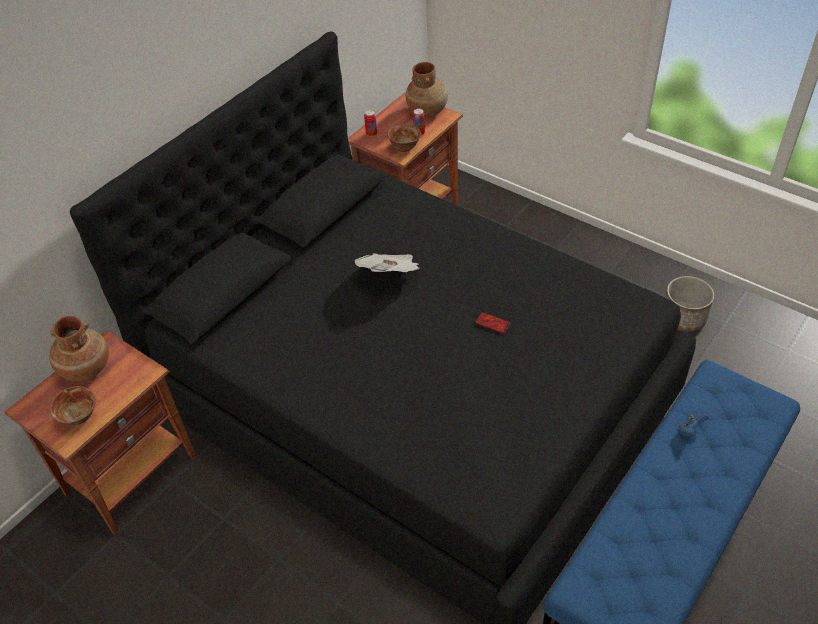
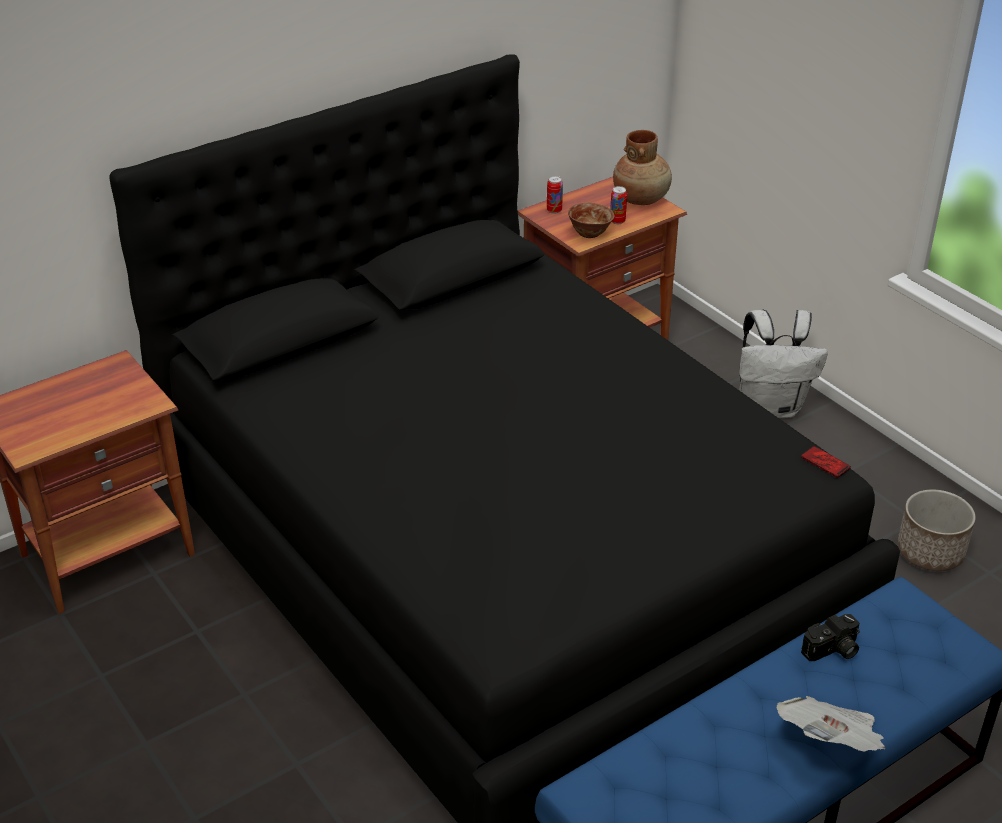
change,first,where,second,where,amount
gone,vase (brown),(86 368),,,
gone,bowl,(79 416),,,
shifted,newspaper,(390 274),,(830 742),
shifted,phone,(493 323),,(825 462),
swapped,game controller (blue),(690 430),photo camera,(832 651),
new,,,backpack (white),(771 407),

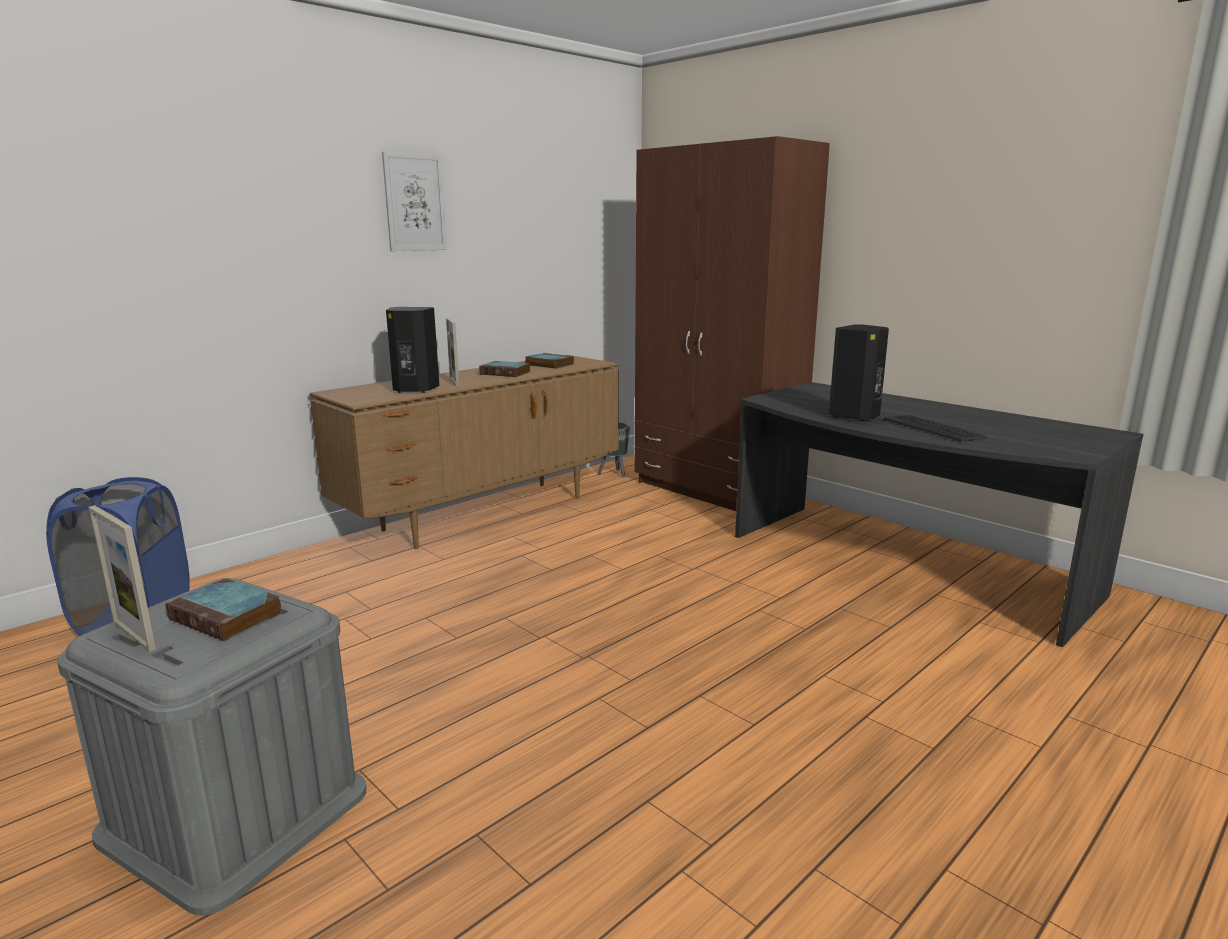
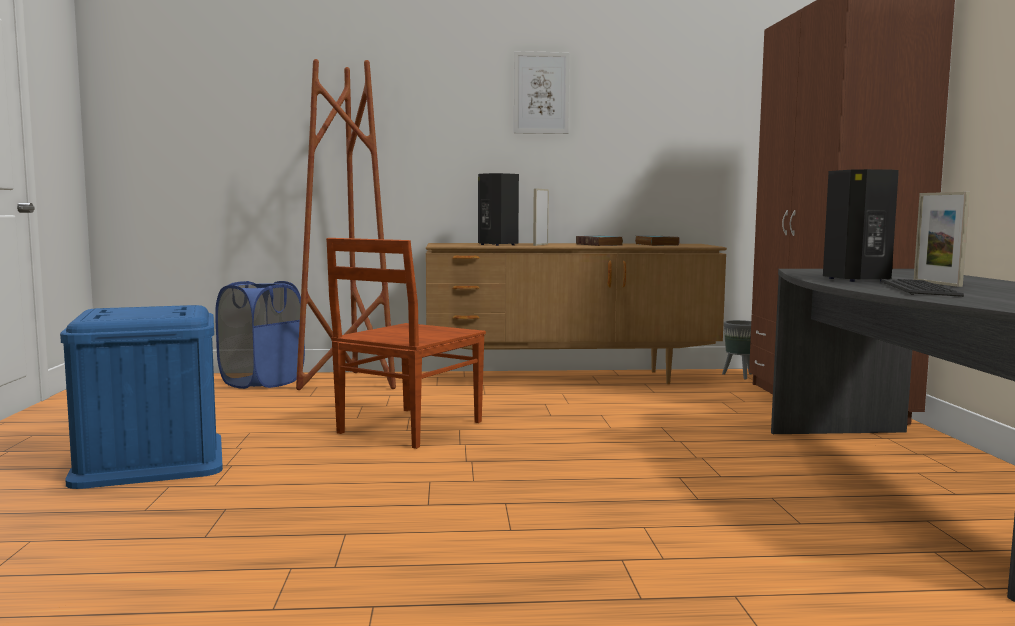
change,first,where,second,where,amount
repainted,storage box (grey),(236 813),storage box (blue),(150 460),
shifted,picture frame,(133 635),,(937 283),
gone,book,(228 616),,,
new,,,clothes rack (brown),(350 383),
new,,,chair (brown),(408 428),

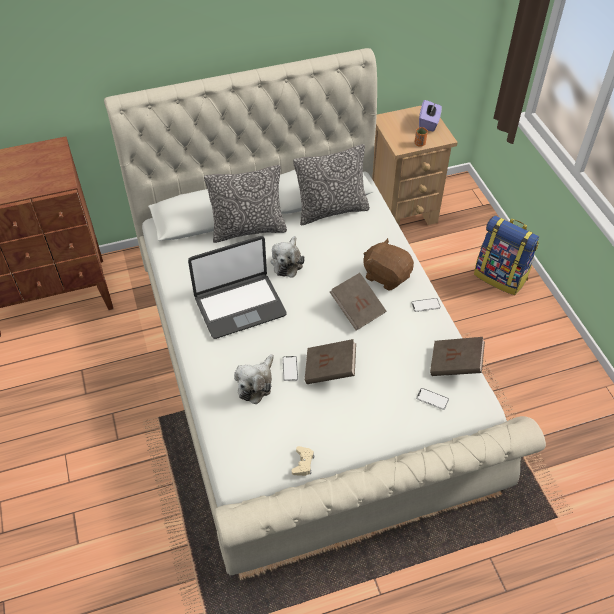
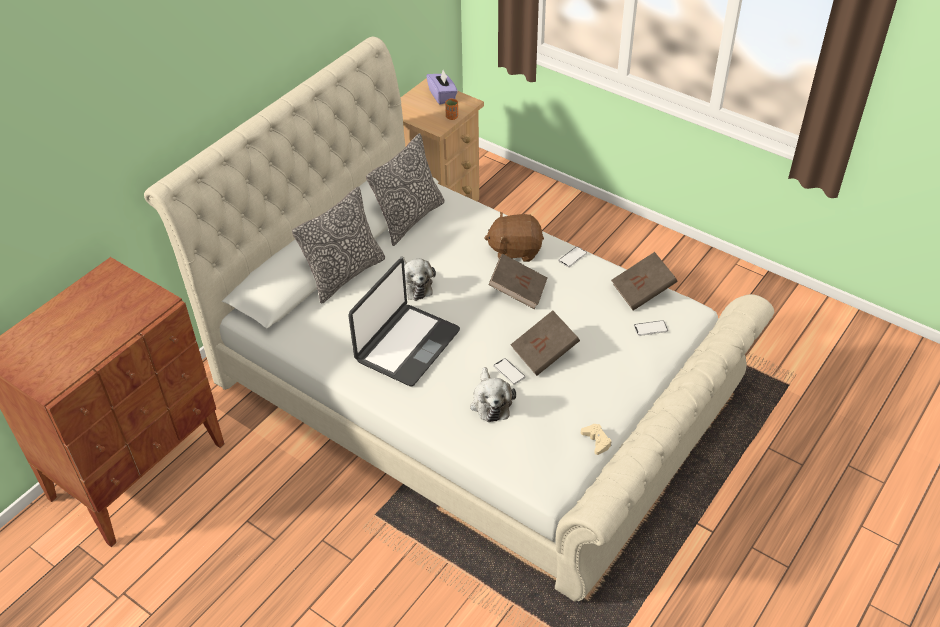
change,first,where,second,where,amount
gone,backpack,(501 277),,,

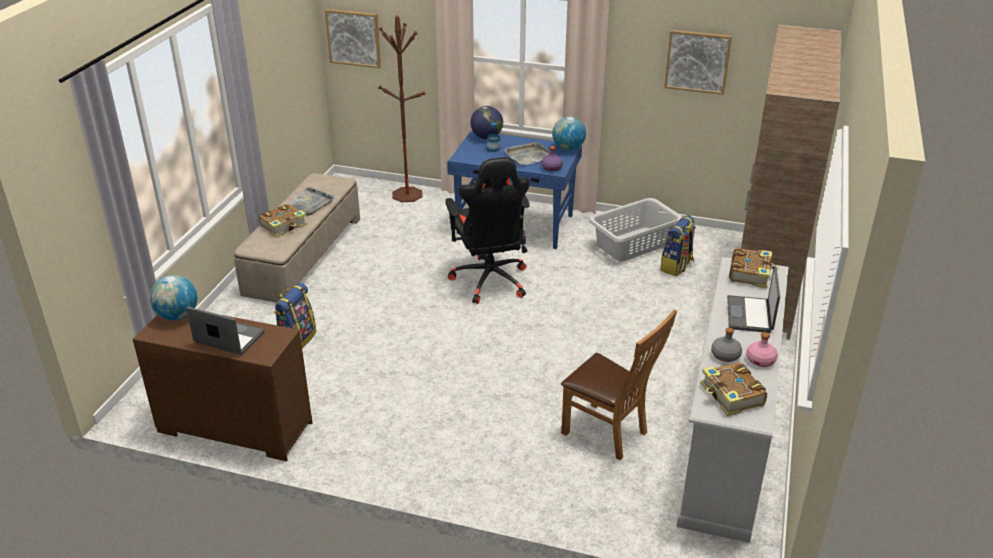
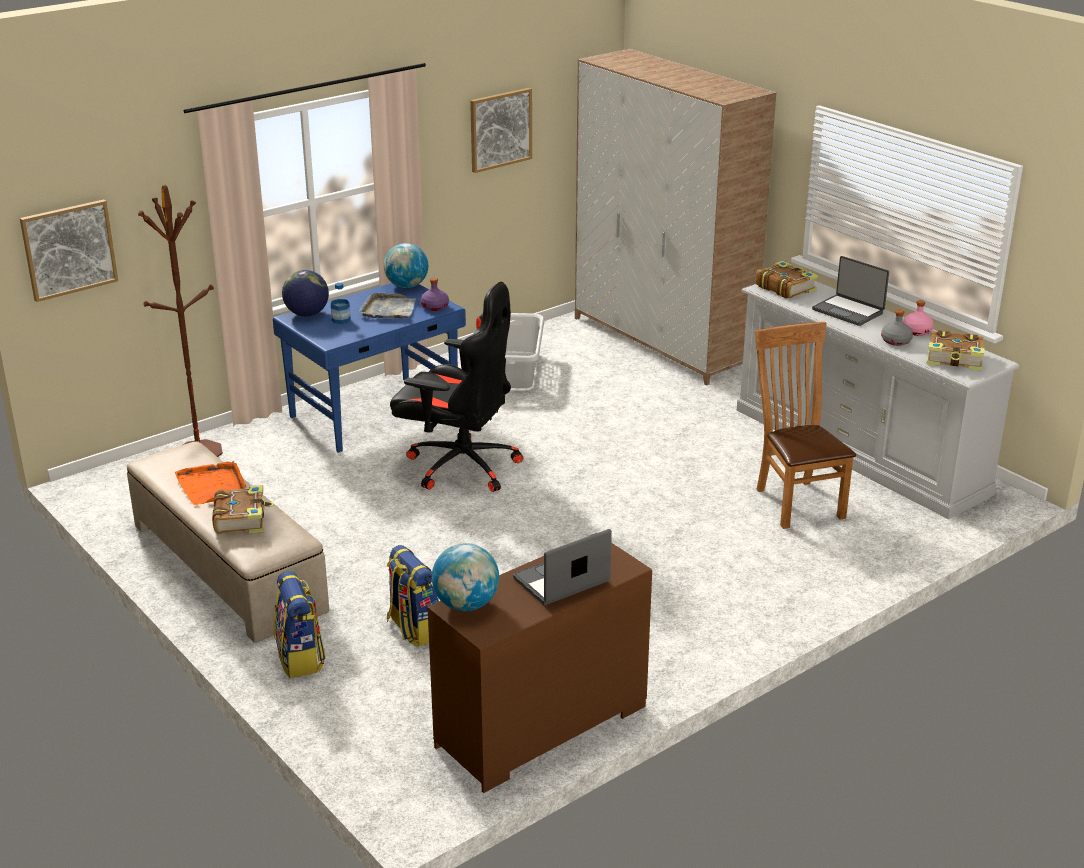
change,first,where,second,where,amount
repainted,tray (grey),(310 203),tray (orange),(212 486),
rotated,chair (brown),(609 434),,(795 501),90 degrees counterclockwise
shifted,backpack,(677 267),,(301 658),

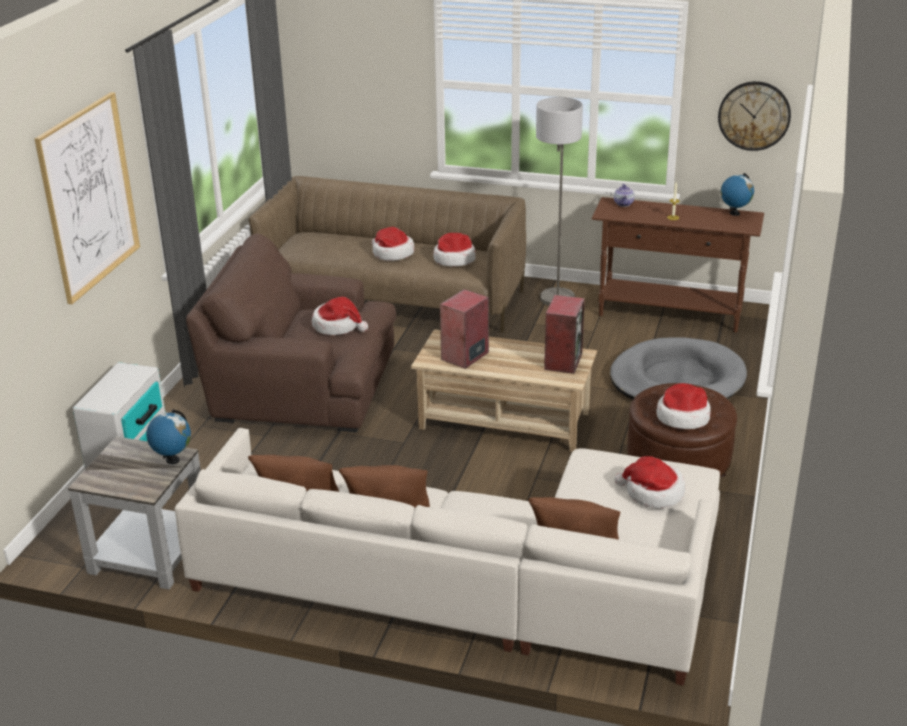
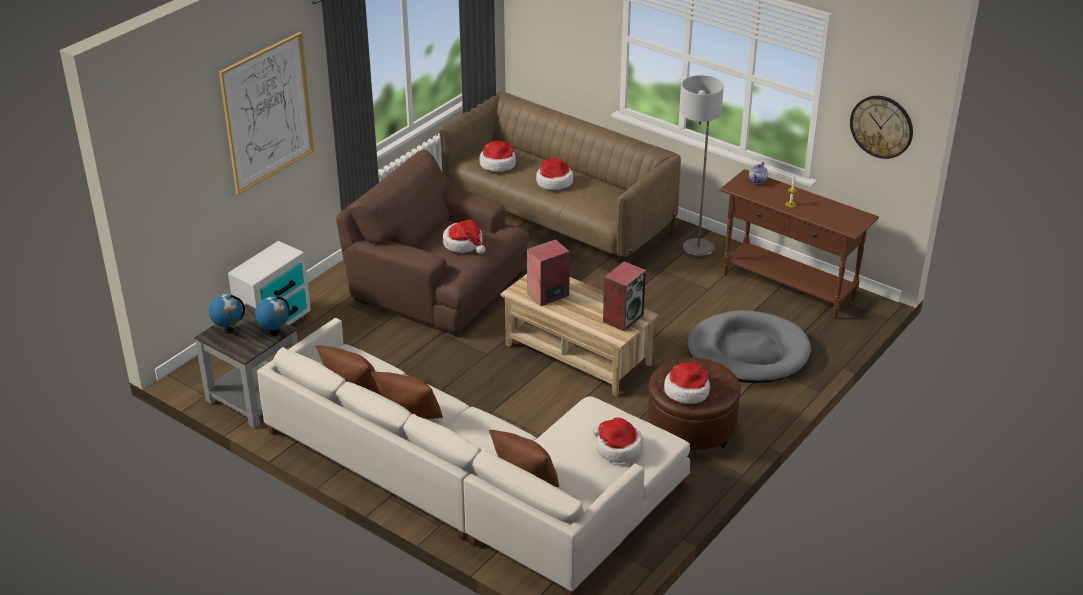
change,first,where,second,where,amount
shifted,hat,(454 259),,(498 164),
shifted,globe,(734 213),,(228 330),

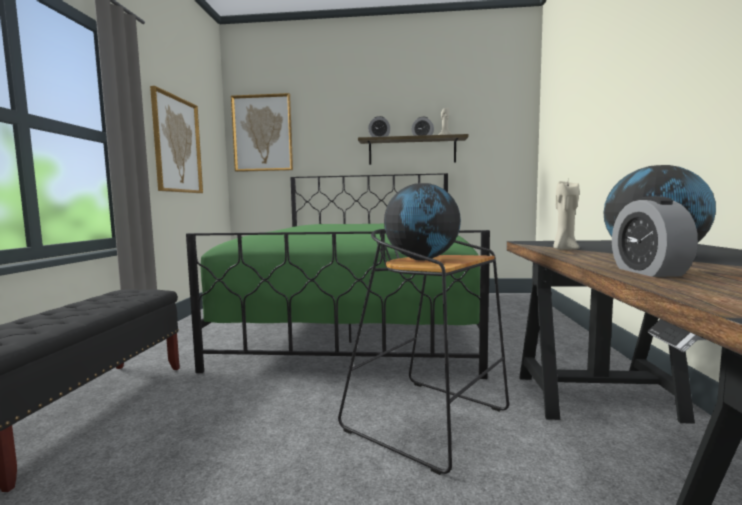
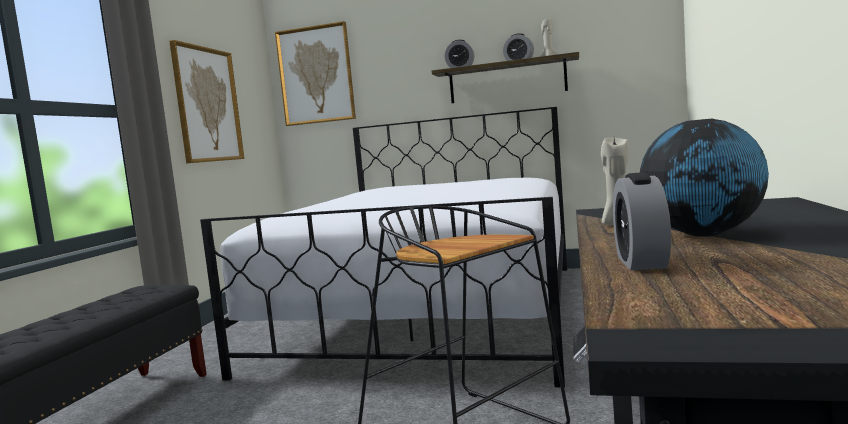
change,first,where,second,where,amount
repainted,bed (green),(359 321),bed (white),(434 312),
gone,globe,(422 259),,,

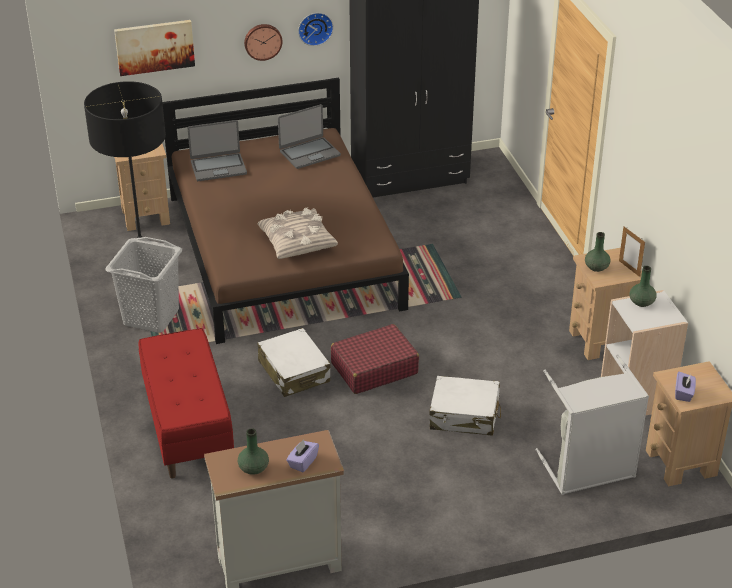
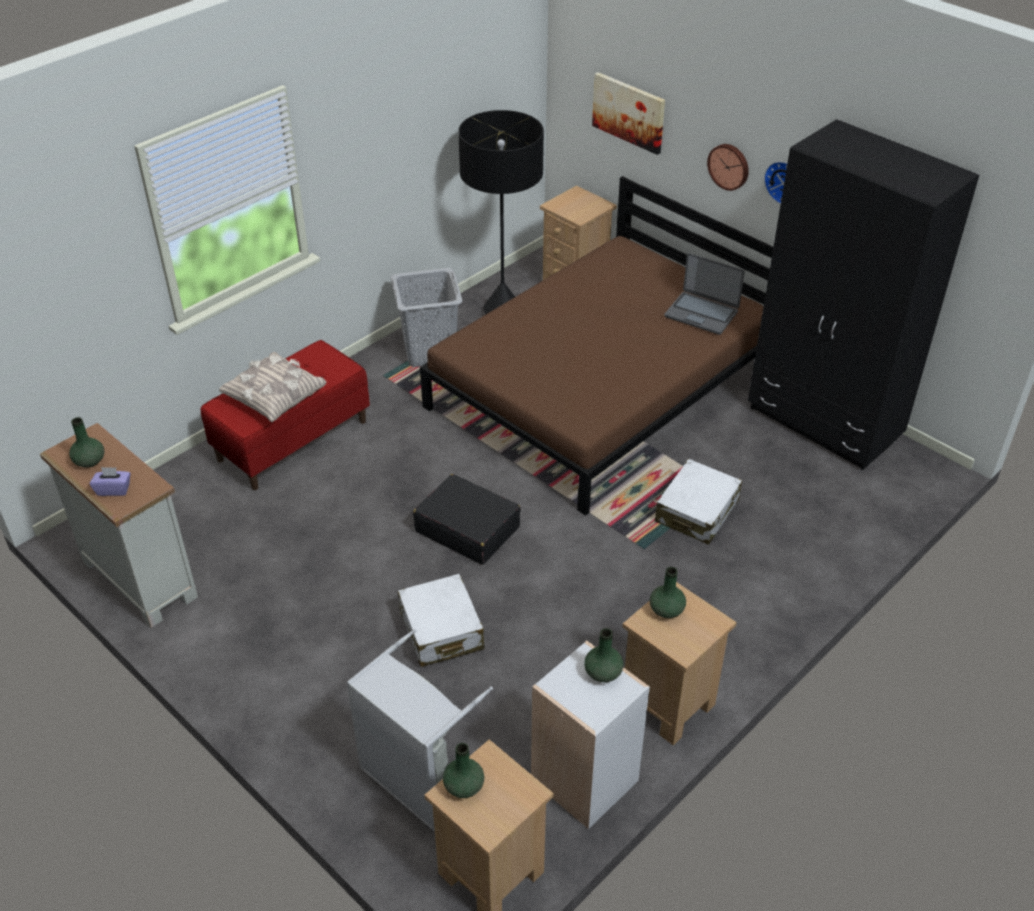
change,first,where,second,where,amount
gone,laptop,(218 167),,,
shifted,pillow (beige),(297 244),,(275 398),
shifted,suitcase (white),(294 372),,(697 511),
repainted,suitcase (red),(374 368),suitcase (black),(467 529),
gone,picture frame,(629 268),,,
swapped,tissue box (purple),(684 393),vase (green),(464 786),

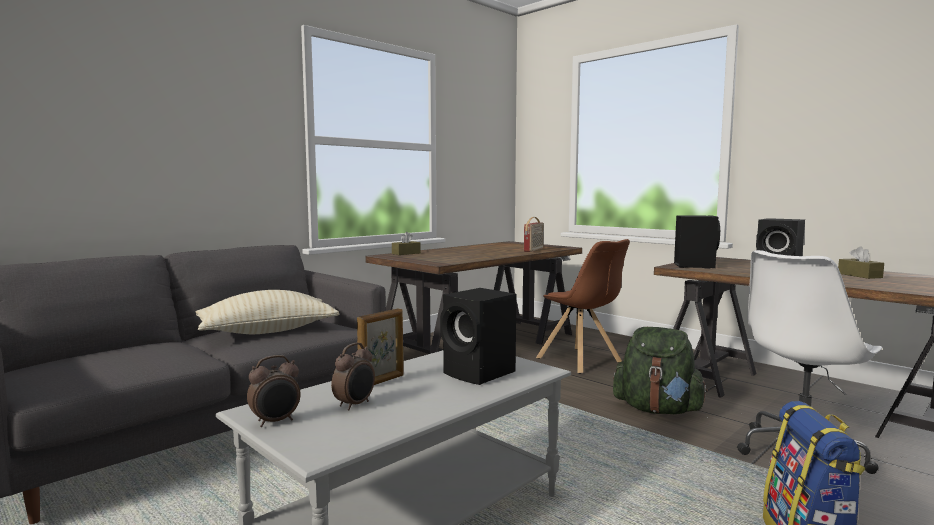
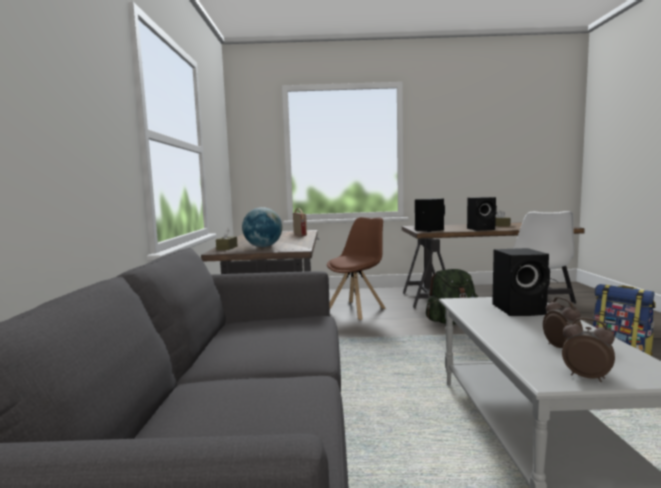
change,first,where,second,where,amount
gone,pillow (beige),(268 331),,,
rotated,alarm clock,(276 422),,(586 377),60 degrees counterclockwise
gone,picture frame,(382 381),,,
rotated,chair (brown),(581 361),,(357 309),60 degrees counterclockwise
new,,,globe,(263 247),

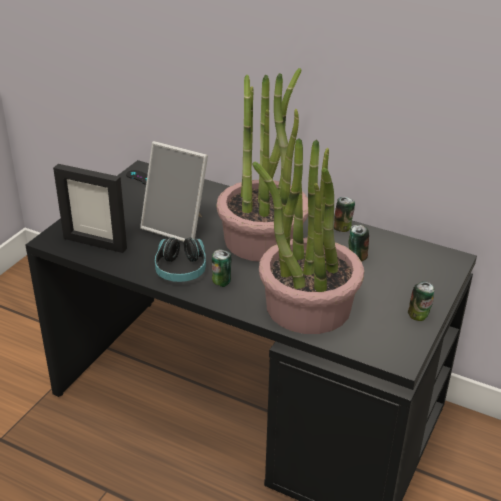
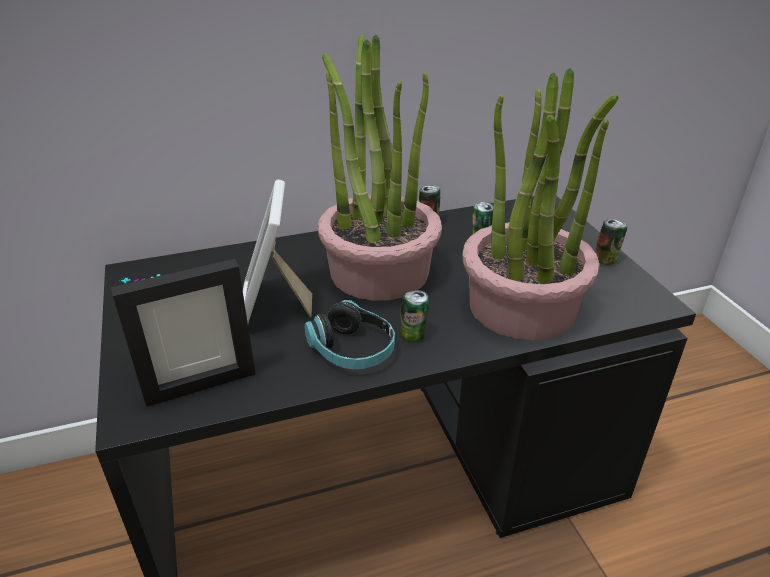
change,first,where,second,where,amount
rotated,picture frame,(177 226),,(273 308),105 degrees clockwise

